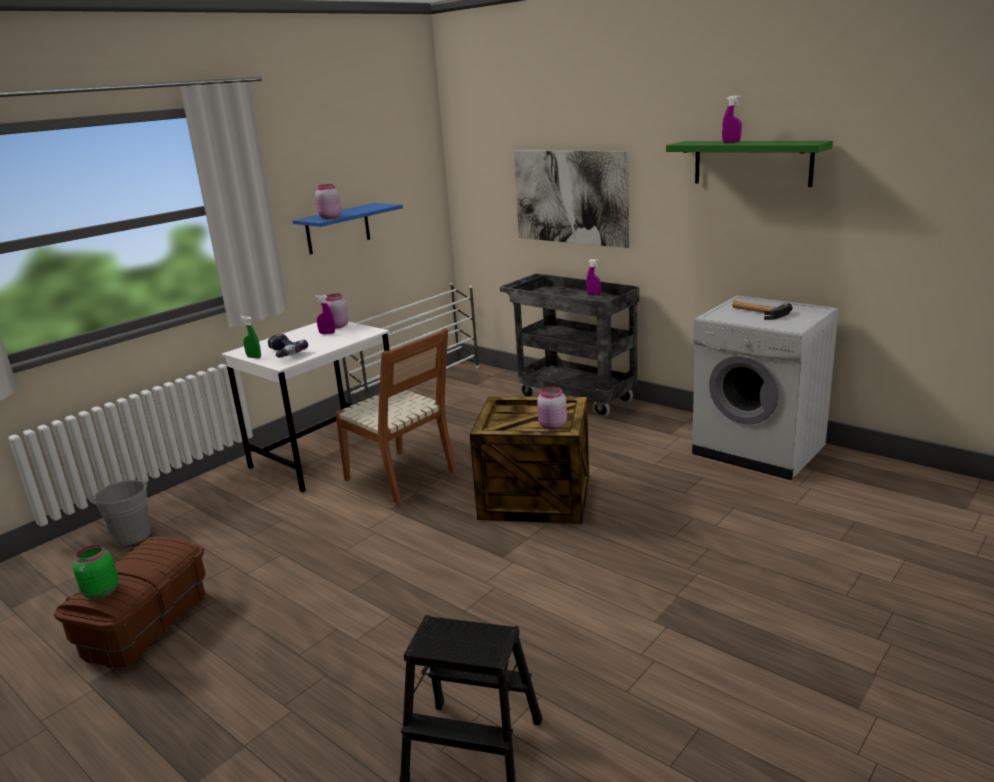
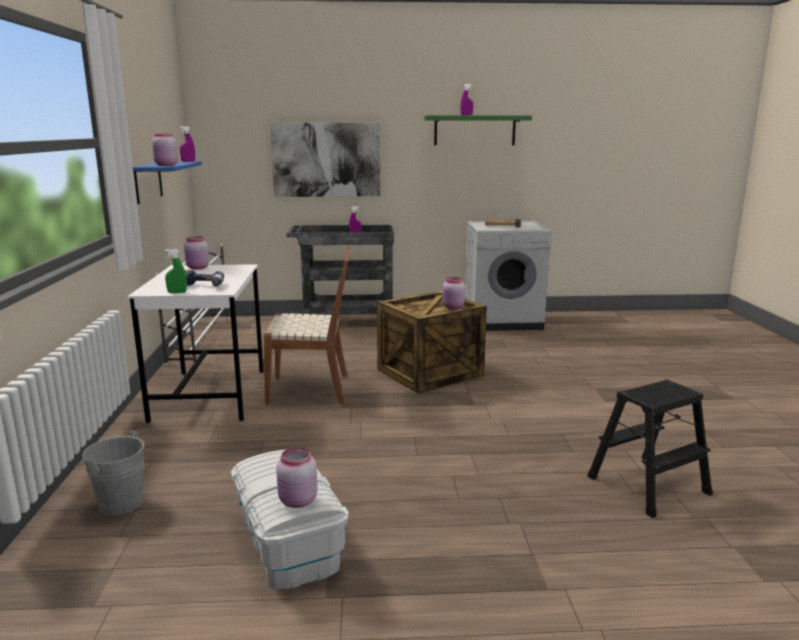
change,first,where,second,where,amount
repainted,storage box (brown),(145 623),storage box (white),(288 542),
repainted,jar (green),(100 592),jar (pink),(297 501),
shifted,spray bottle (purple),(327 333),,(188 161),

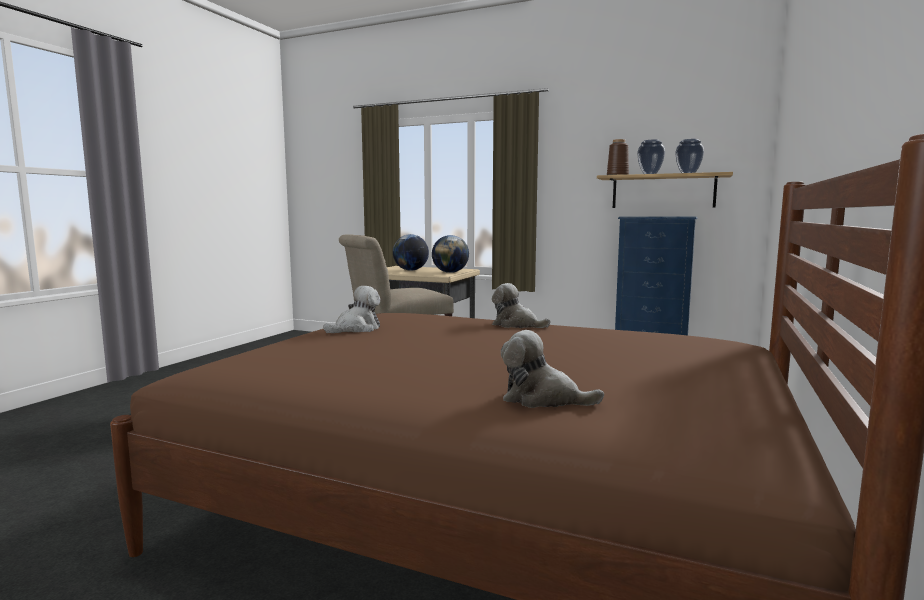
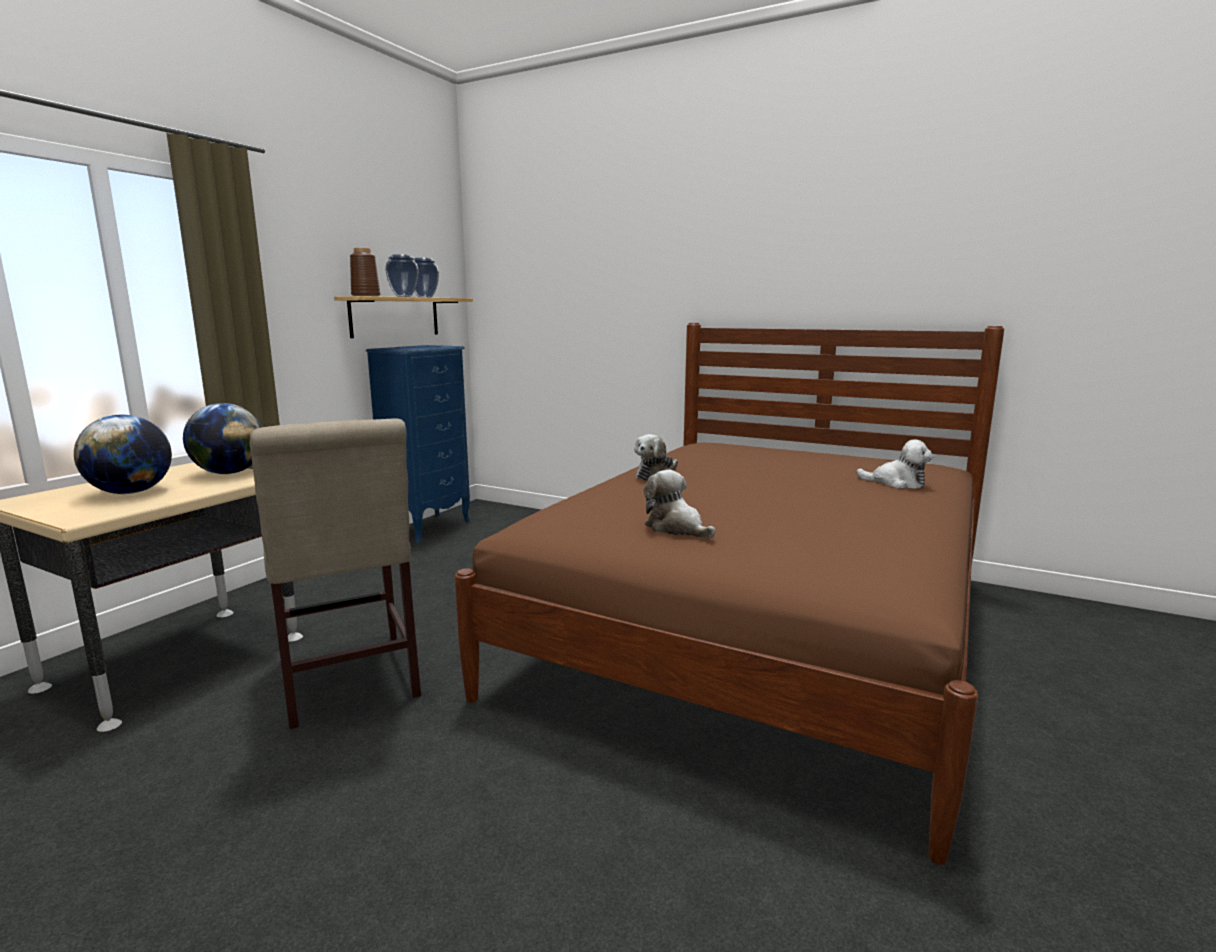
change,first,where,second,where,amount
rotated,plush toy,(542 399),,(897 483),90 degrees counterclockwise

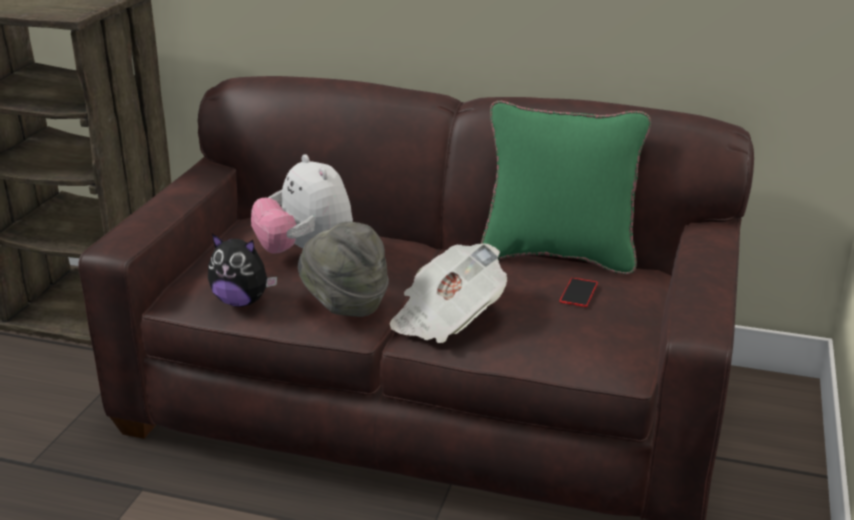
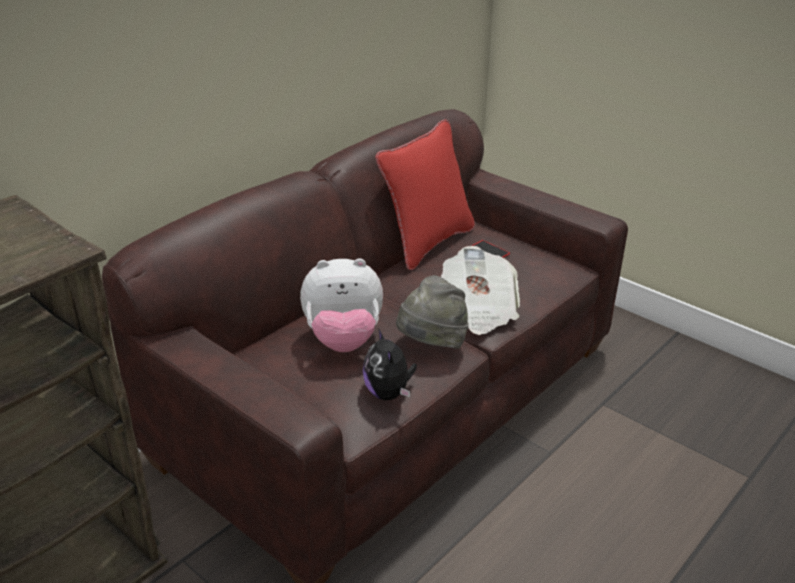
change,first,where,second,where,amount
rotated,plush toy,(242 301),,(389 393),120 degrees clockwise
repainted,pillow (green),(558 255),pillow (red),(427 243),

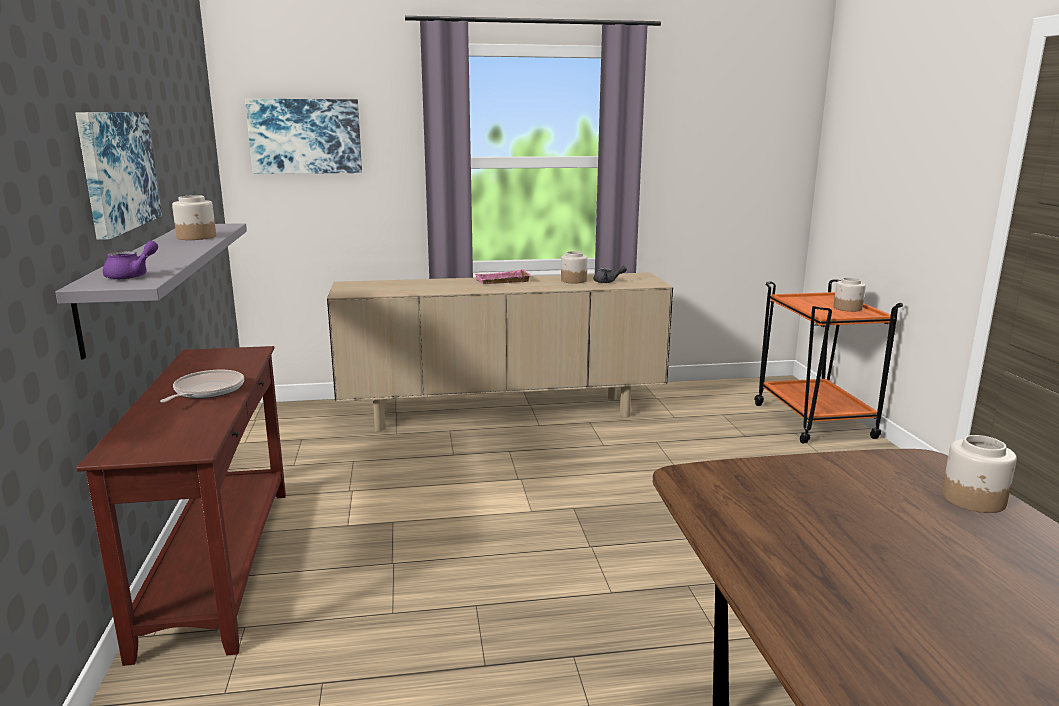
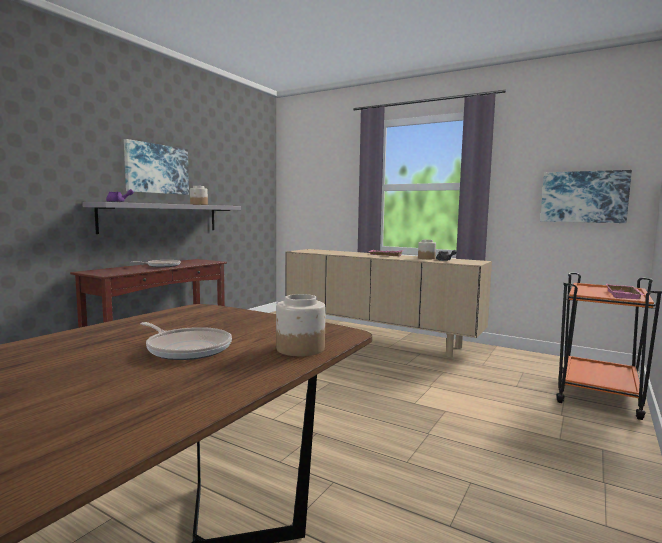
change,first,where,second,where,amount
shifted,picture,(305 136),,(583 197),
swapped,jar,(848 308),tray (pink),(625 295),
new,,,frying pan,(187 349),

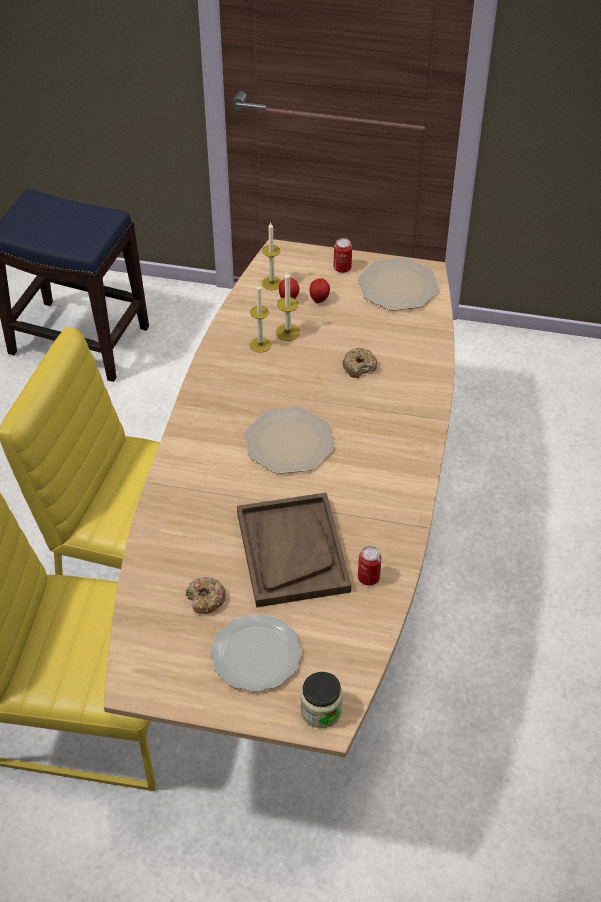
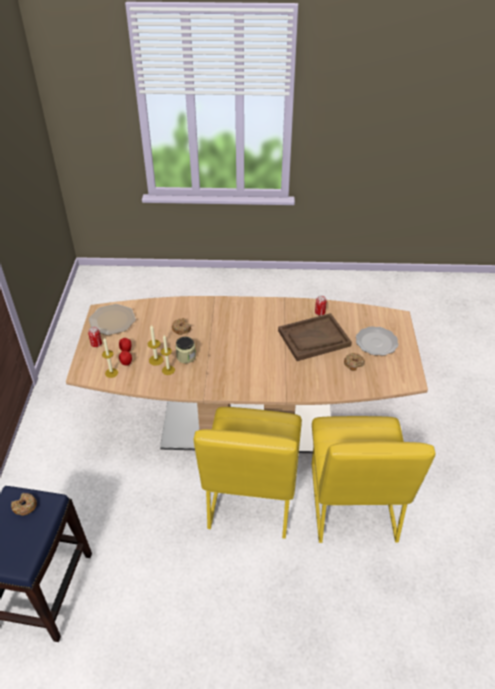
change,first,where,second,where,amount
gone,plate,(289 441),,,
shifted,jar,(321 710),,(186 357),
new,,,donut,(25 506),

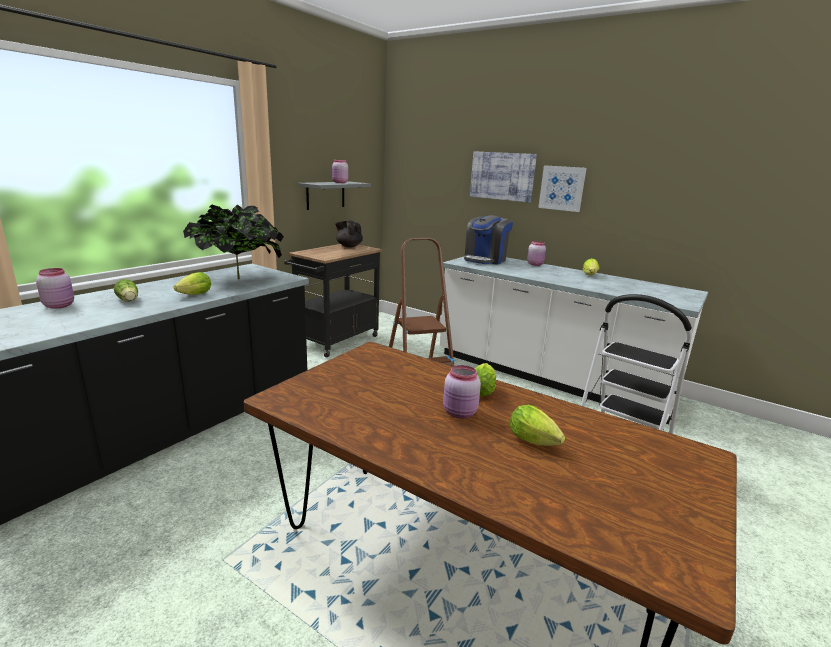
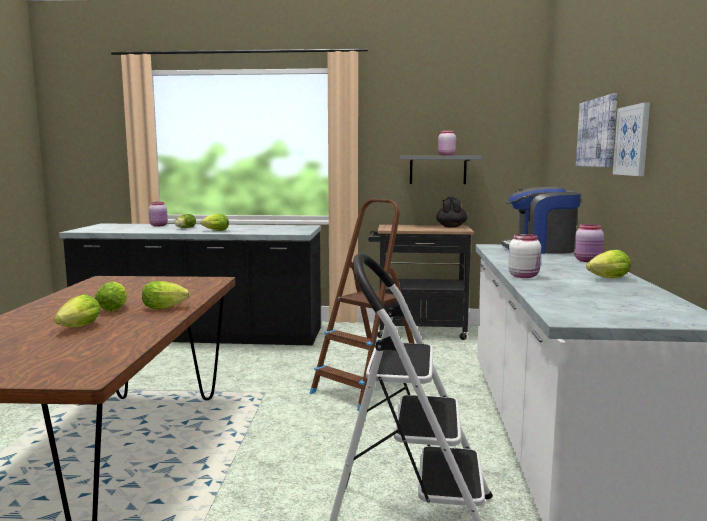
change,first,where,second,where,amount
gone,potted plant,(239 278),,,
swapped,jar (pink),(460 413),lettuce,(114 308),
new,,,jar (white),(524 276),

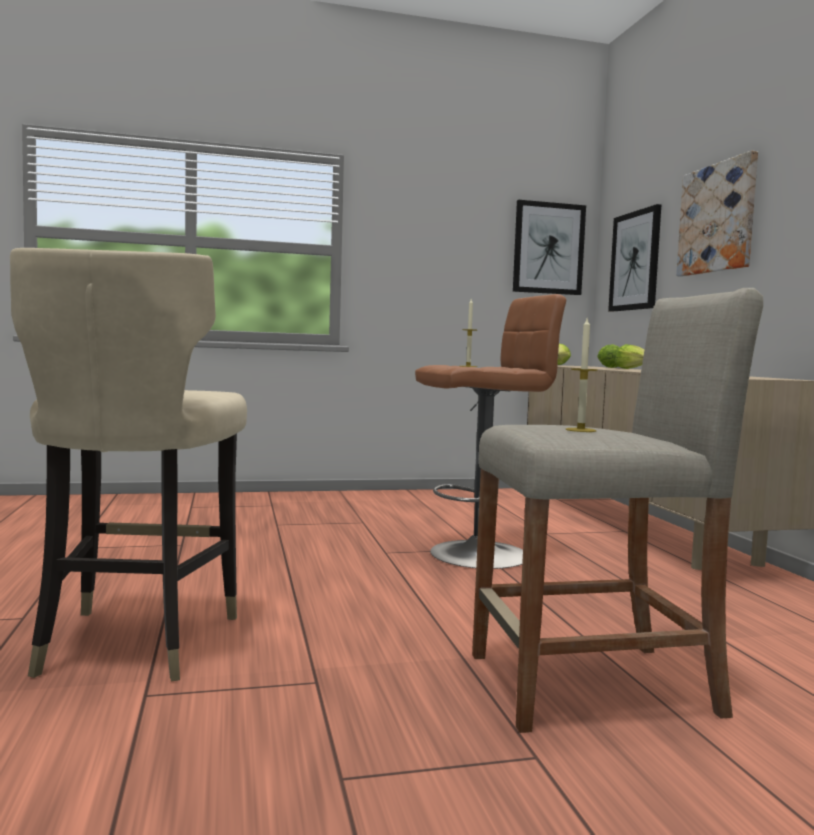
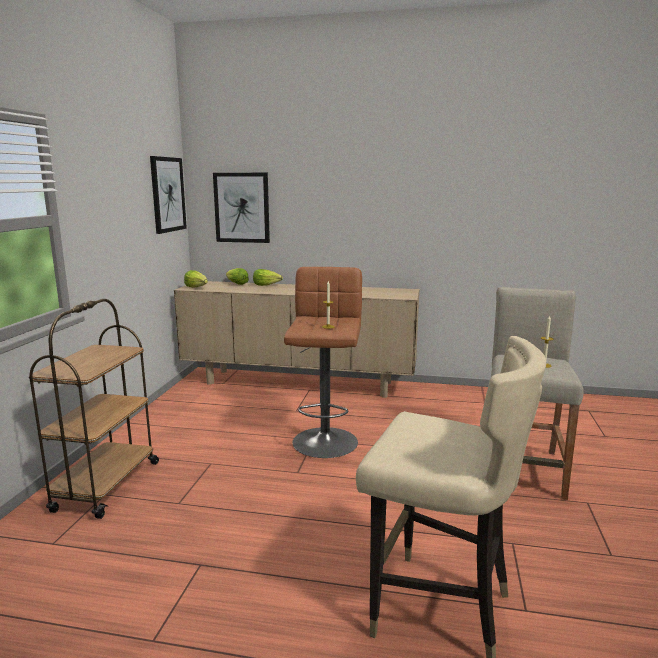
change,first,where,second,where,amount
gone,picture,(717 218),,,
new,,,cart (brown),(106 487),

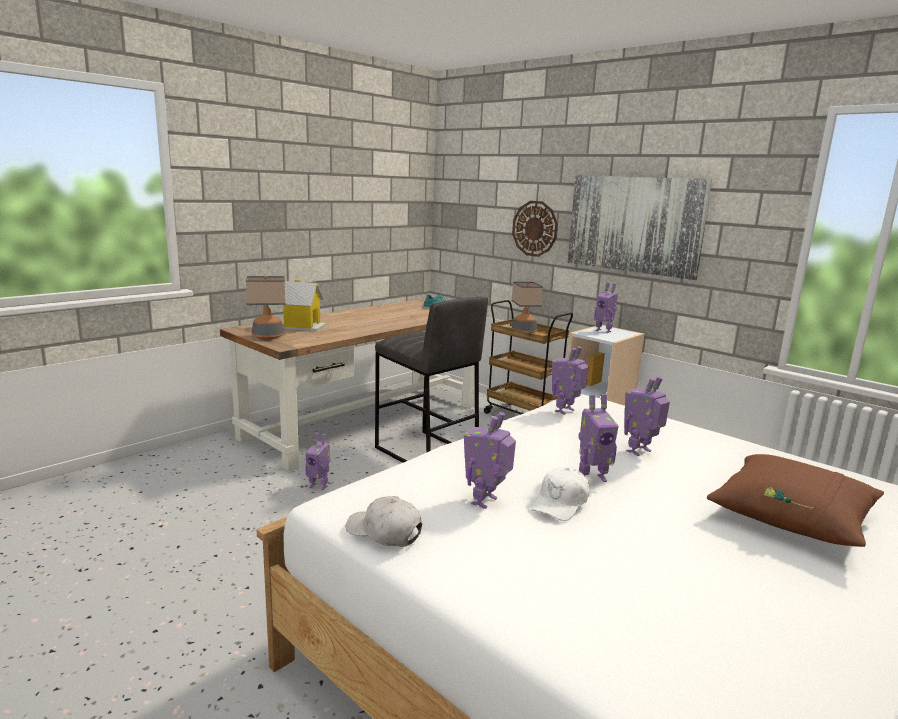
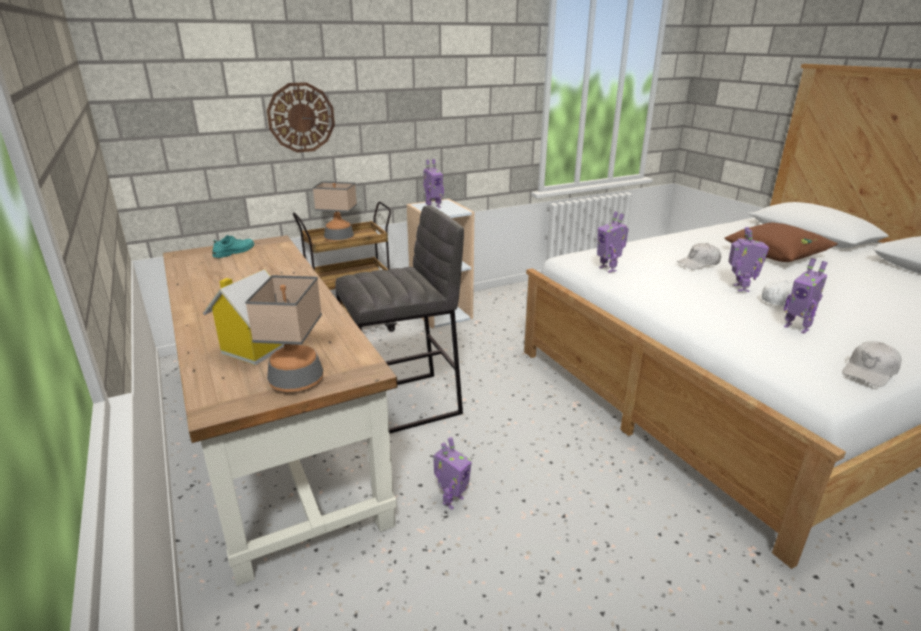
change,first,where,second,where,amount
gone,picture,(634 224),,,
swapped,toy robot,(640 451),cap (white),(698 263),

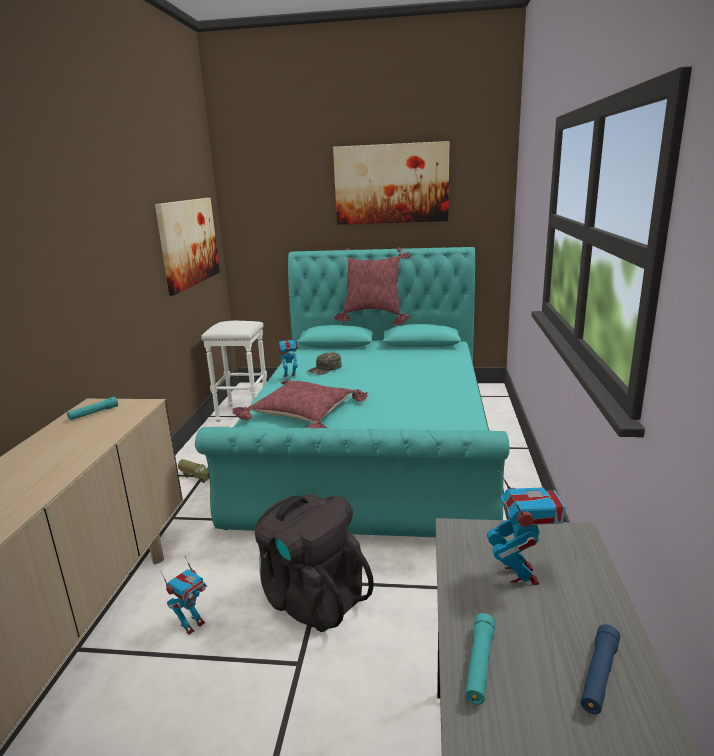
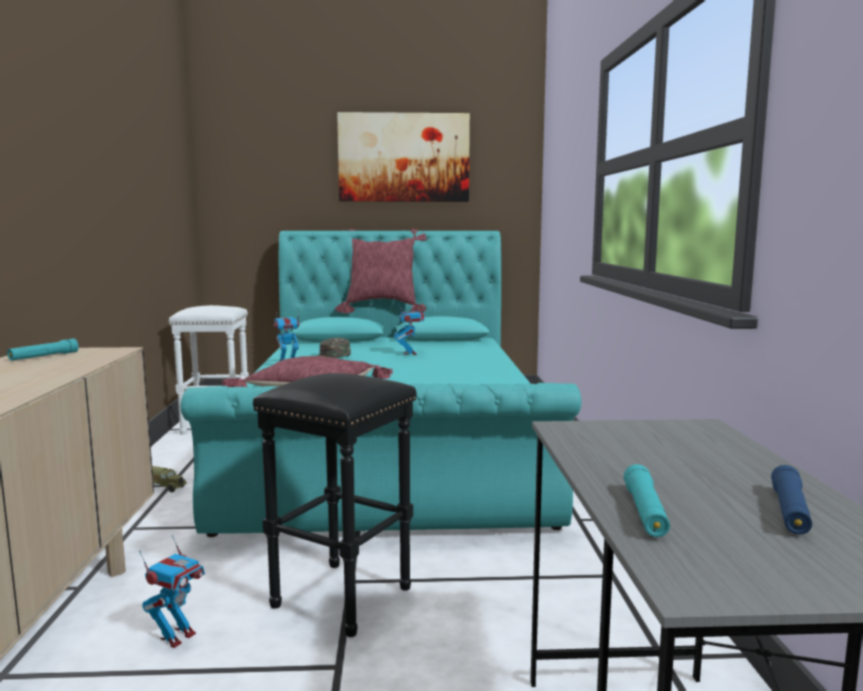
change,first,where,second,where,amount
gone,picture,(189 242),,,
swapped,backpack (black),(311 598),stool (black),(342 598),
shifted,toy robot,(521 574),,(409 353),

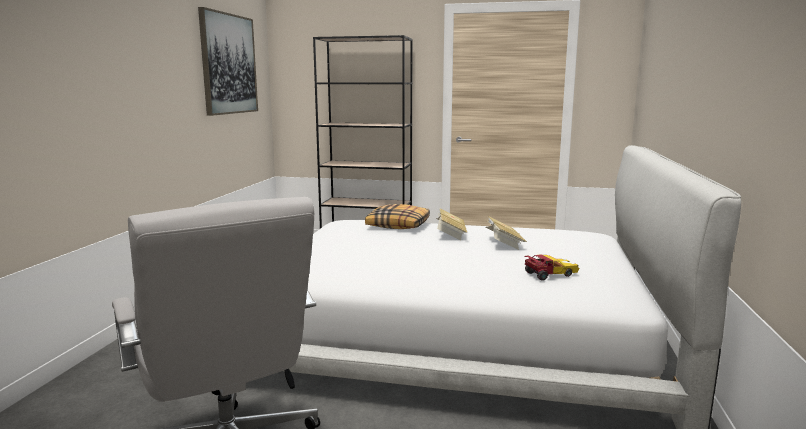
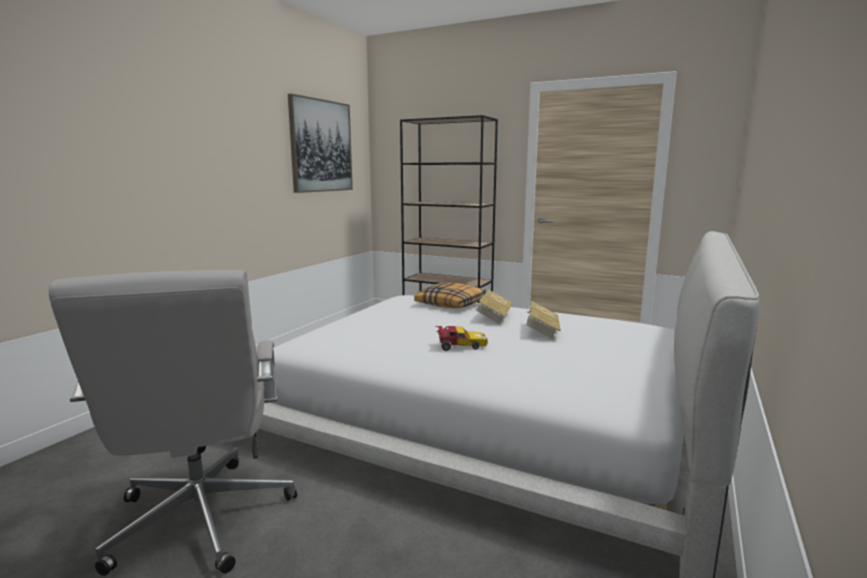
change,first,where,second,where,amount
shifted,toy car,(549 274),,(460 346),

